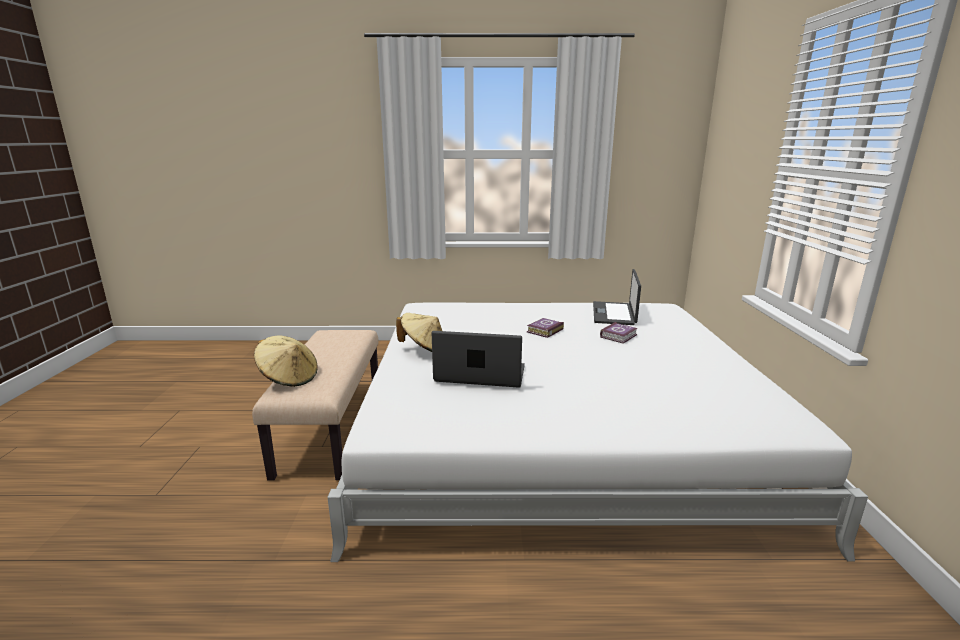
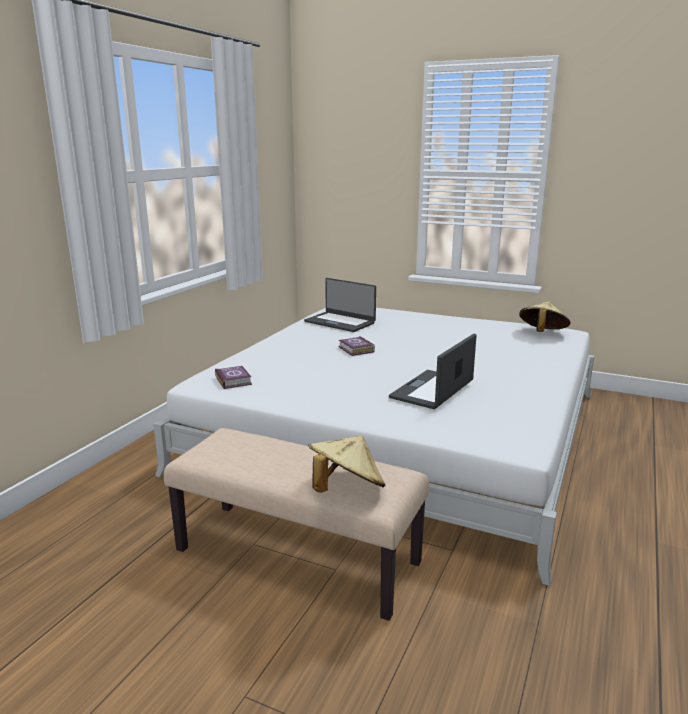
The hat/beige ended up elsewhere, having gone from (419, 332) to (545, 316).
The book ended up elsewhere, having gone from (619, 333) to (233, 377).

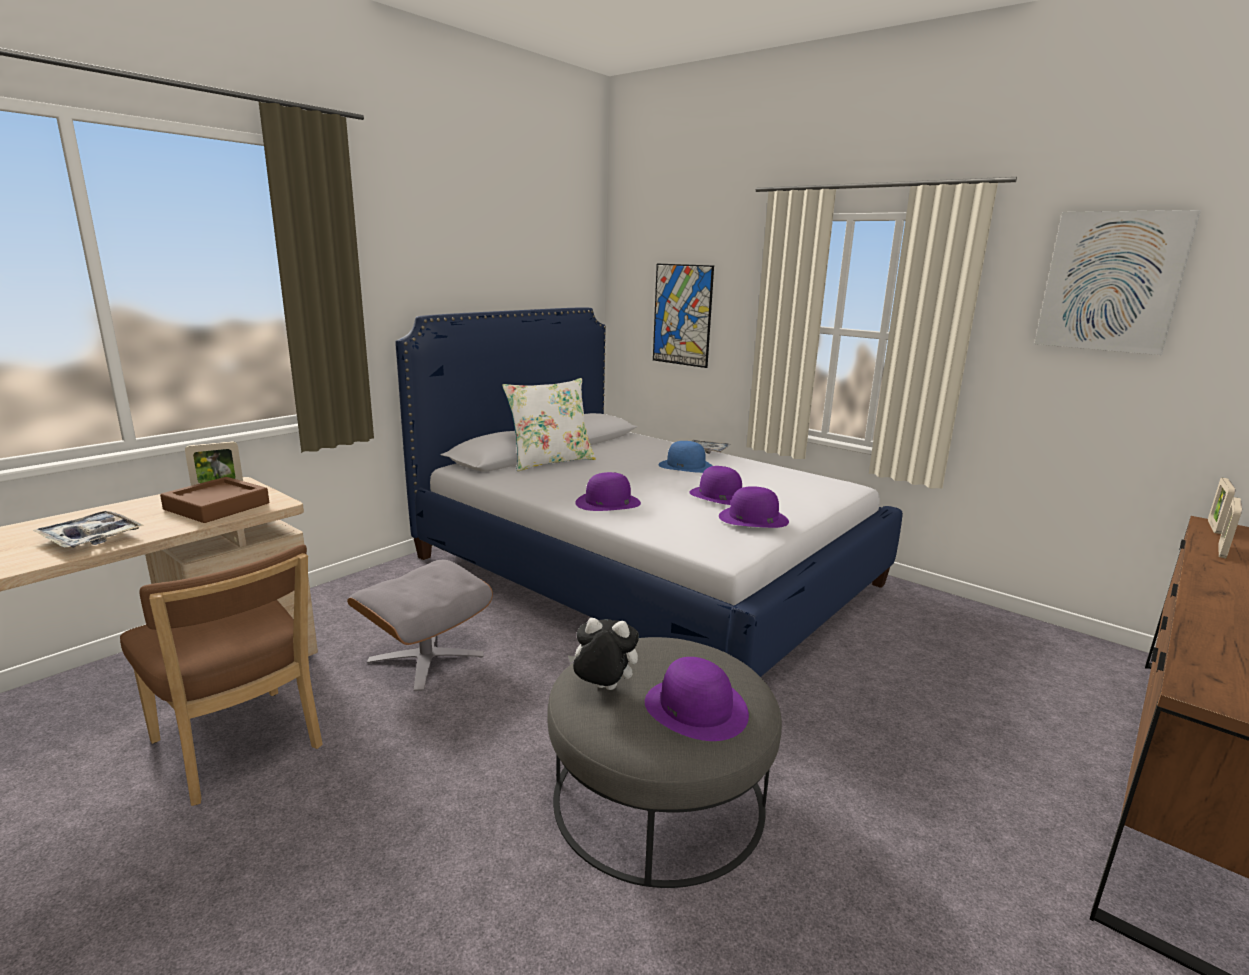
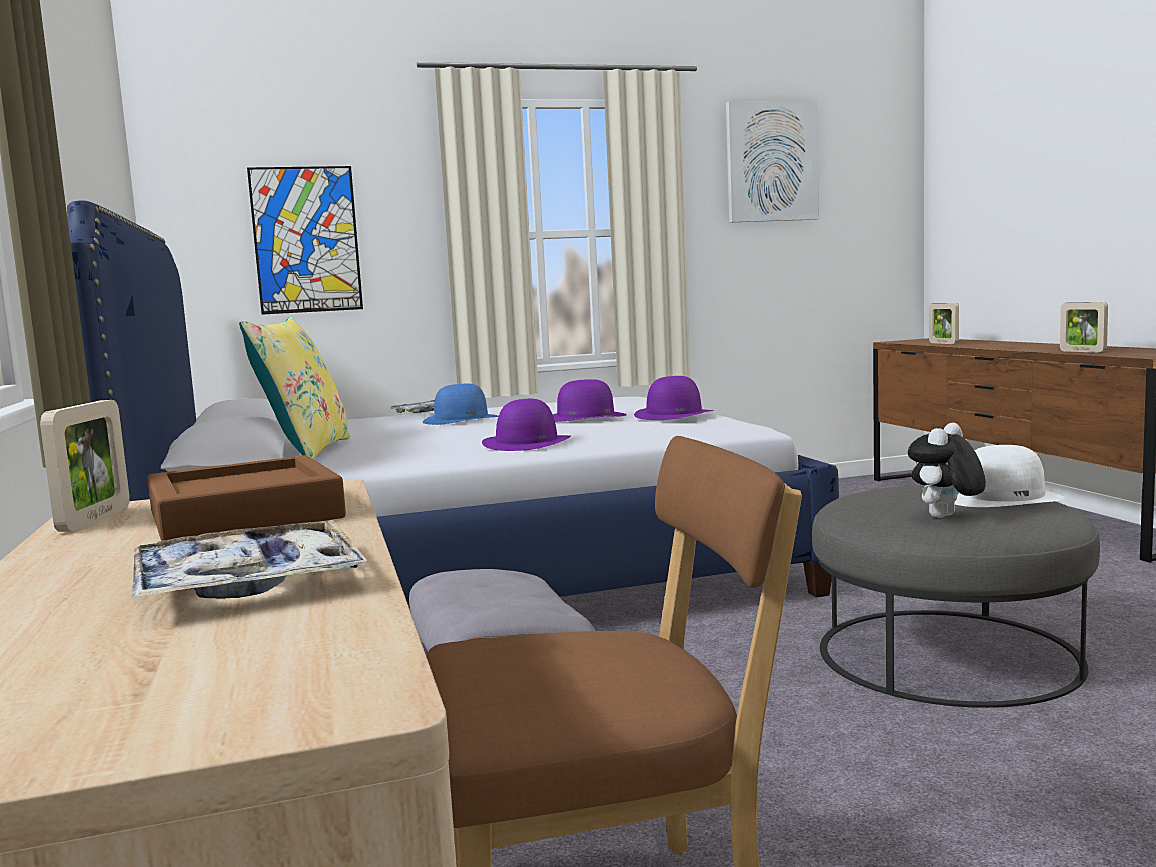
What was the pillow/white at (549, 424) turned into the pillow/yellow at (294, 388).
The picture frame ended up elsewhere, having gone from (1221, 505) to (1084, 327).
What was the hat/purple at (697, 699) turned into the hat/white at (1010, 476).

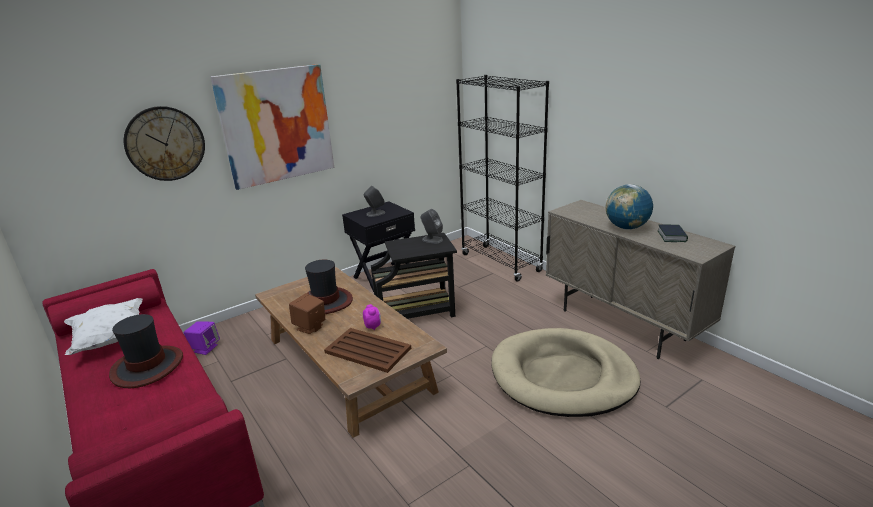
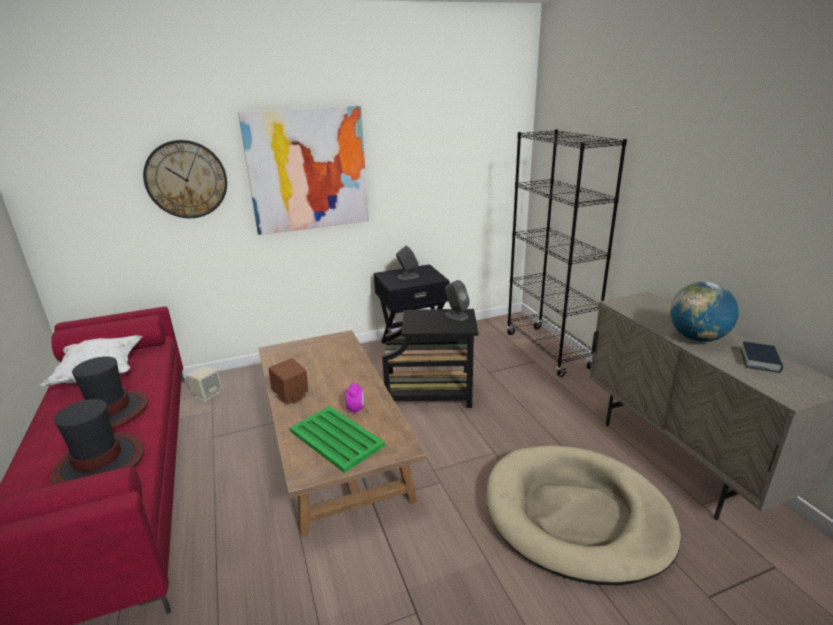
The hat ended up elsewhere, having gone from (329, 287) to (97, 441).
What was the speaker/purple at (202, 338) turned into the speaker/beige at (204, 384).
What was the tray/brown at (367, 350) turned into the tray/green at (337, 439).

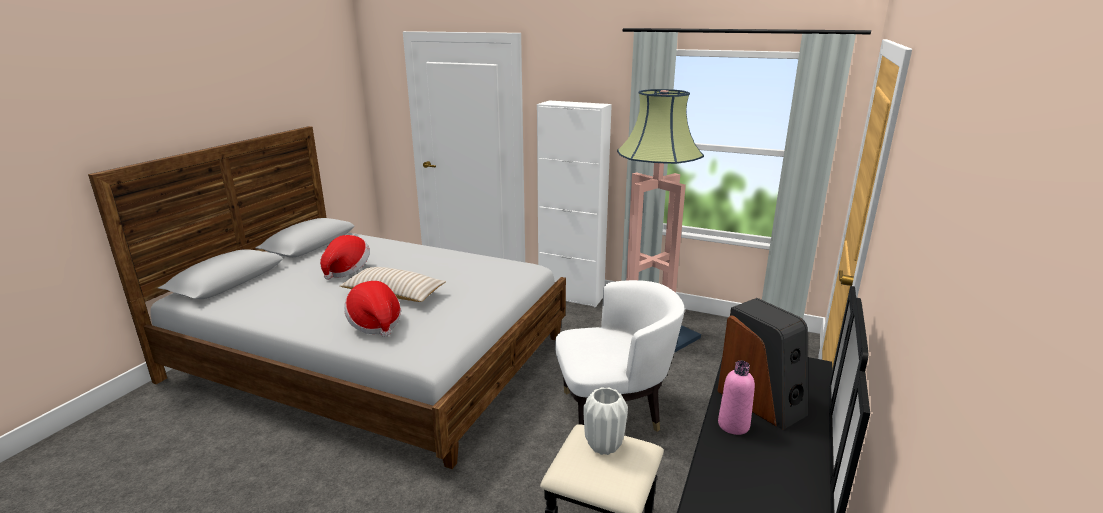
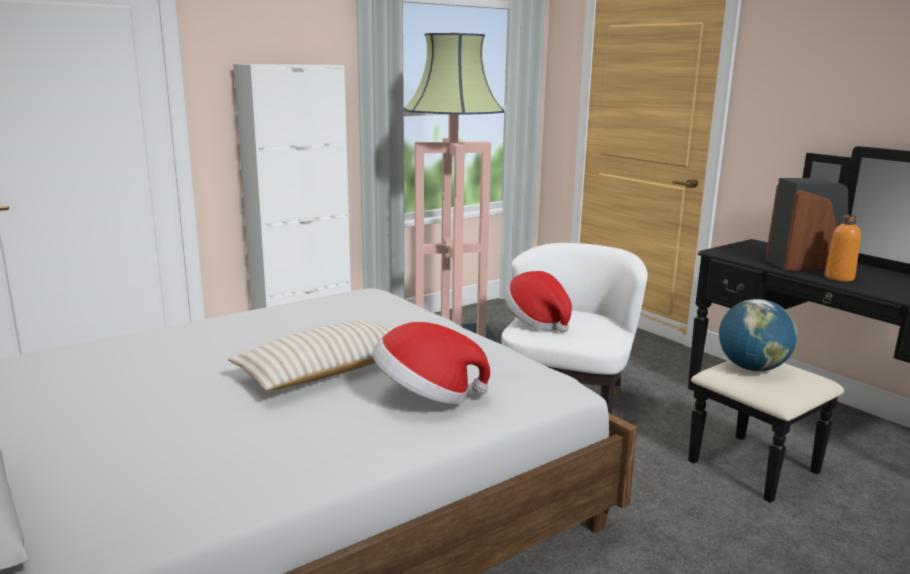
The hat ended up elsewhere, having gone from (345, 257) to (538, 302).
What was the bottle/pink at (736, 398) turned into the bottle/orange at (843, 248).
Where the vase/white stood at (606, 421), the globe came to stand at (758, 335).

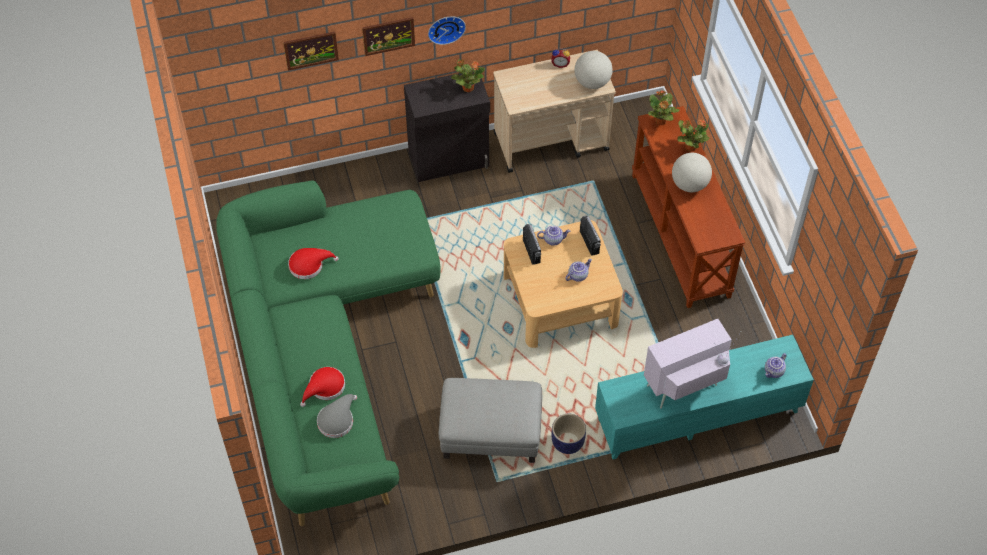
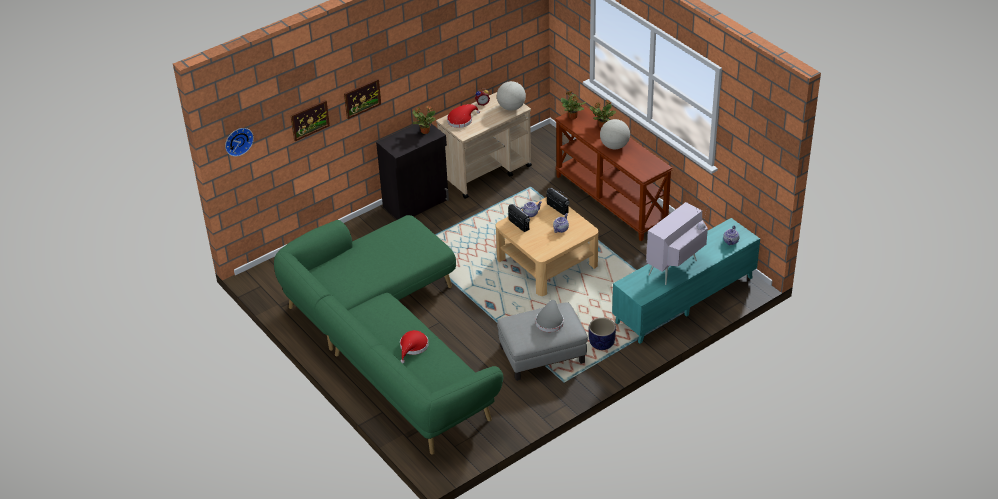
The wall clock ended up elsewhere, having gone from (447, 30) to (239, 142).
The hat/red ended up elsewhere, having gone from (313, 263) to (463, 116).
The hat/grey ended up elsewhere, having gone from (337, 416) to (550, 316).

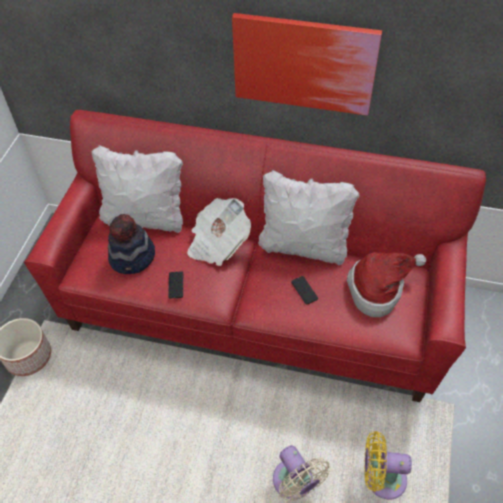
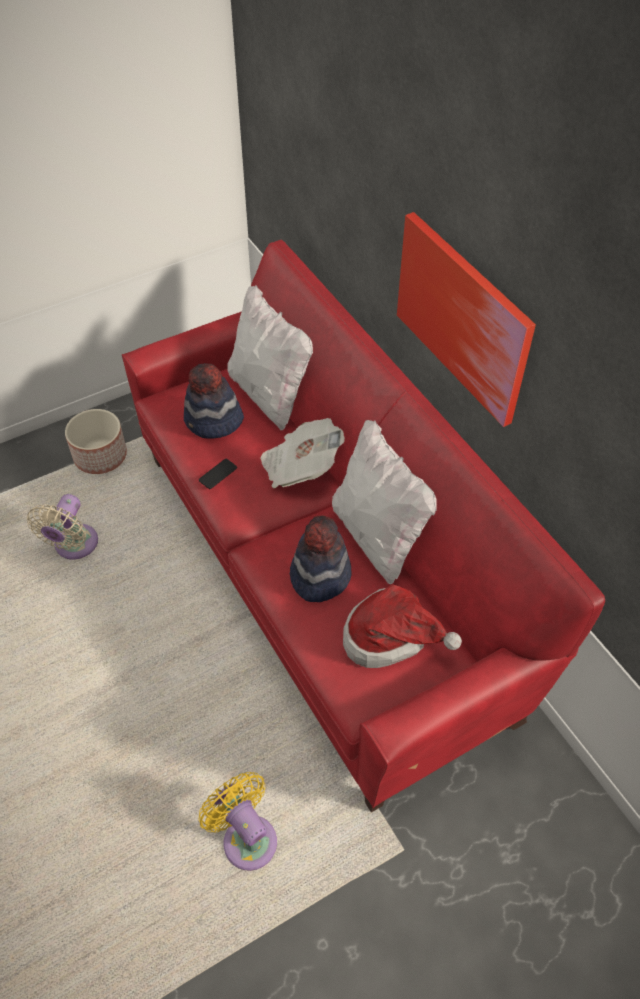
Where the phone stood at (304, 290), the hat came to stand at (321, 558).
The fan/beige ended up elsewhere, having gone from (302, 473) to (62, 527).

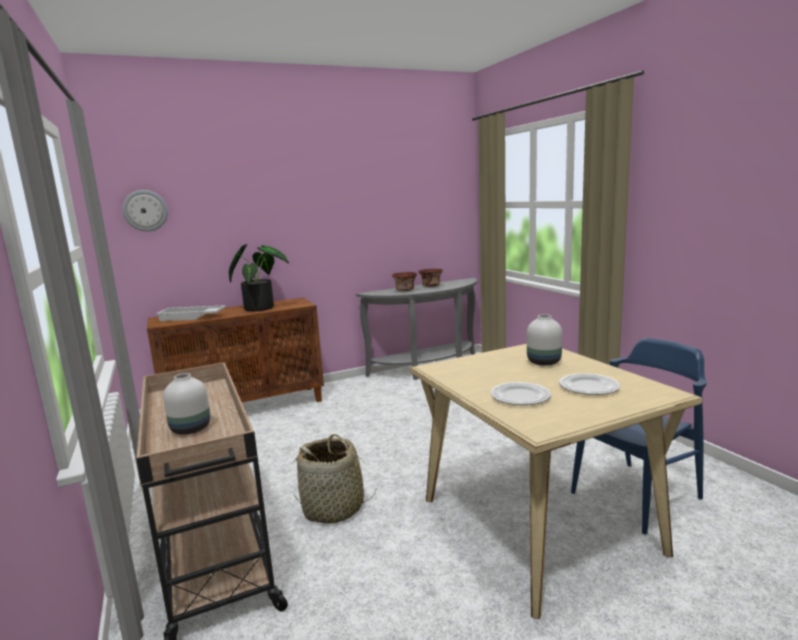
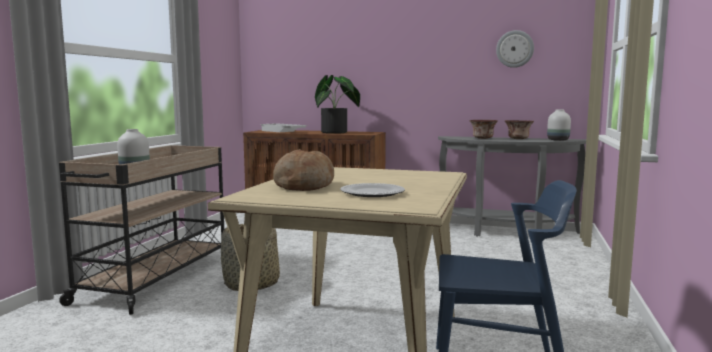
The wall clock ended up elsewhere, having gone from (145, 211) to (515, 49).
The vase/white ended up elsewhere, having gone from (544, 339) to (559, 125).
Where the plate stood at (520, 393), the bread came to stand at (303, 170).

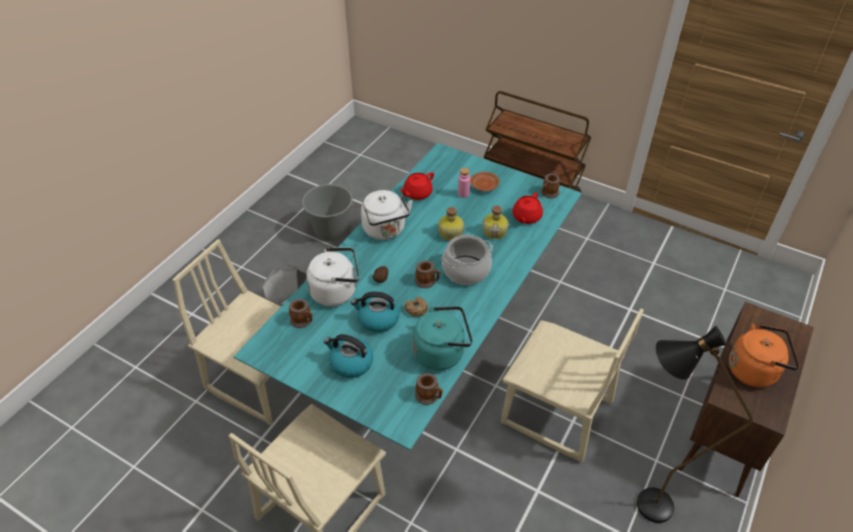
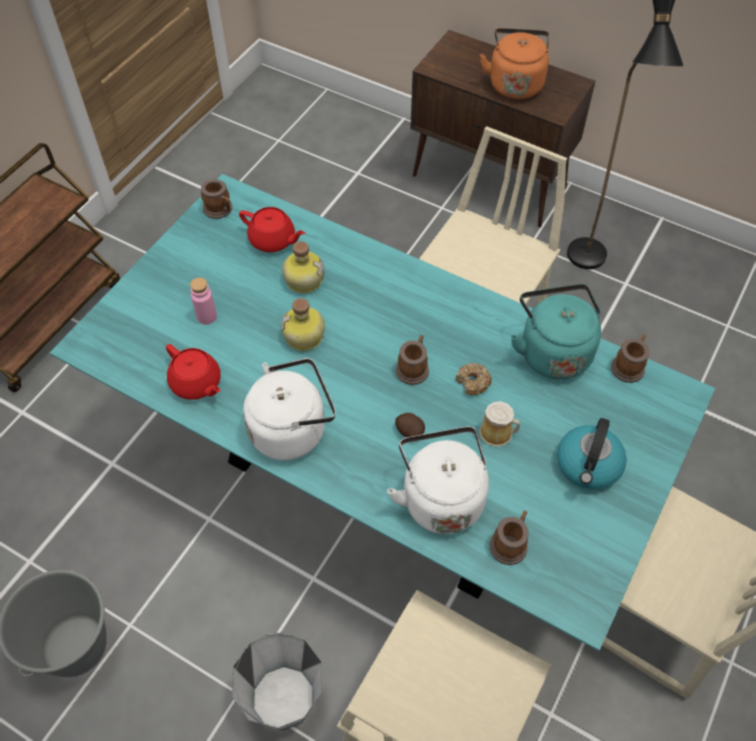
The second view lost the plate/brown at (484, 181).
The second view lost the cooking pot at (467, 260).
Where the kettle stood at (375, 311), the mug came to stand at (499, 424).

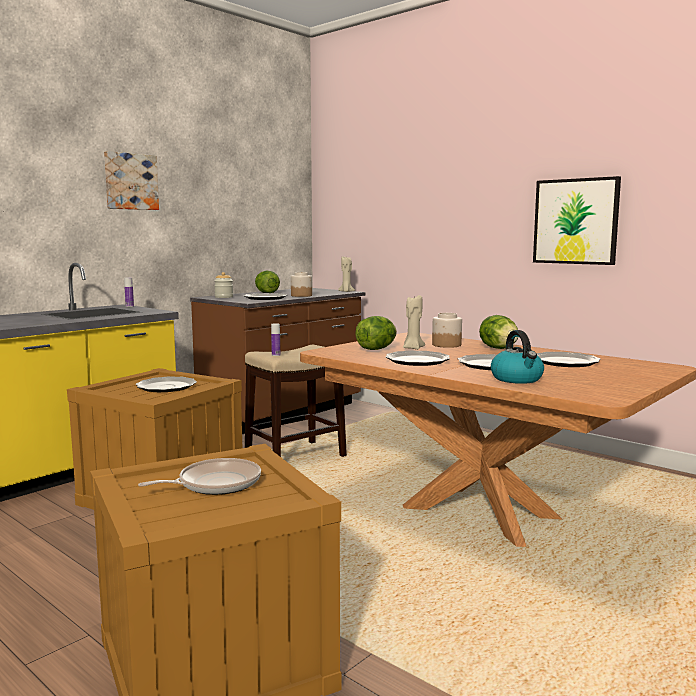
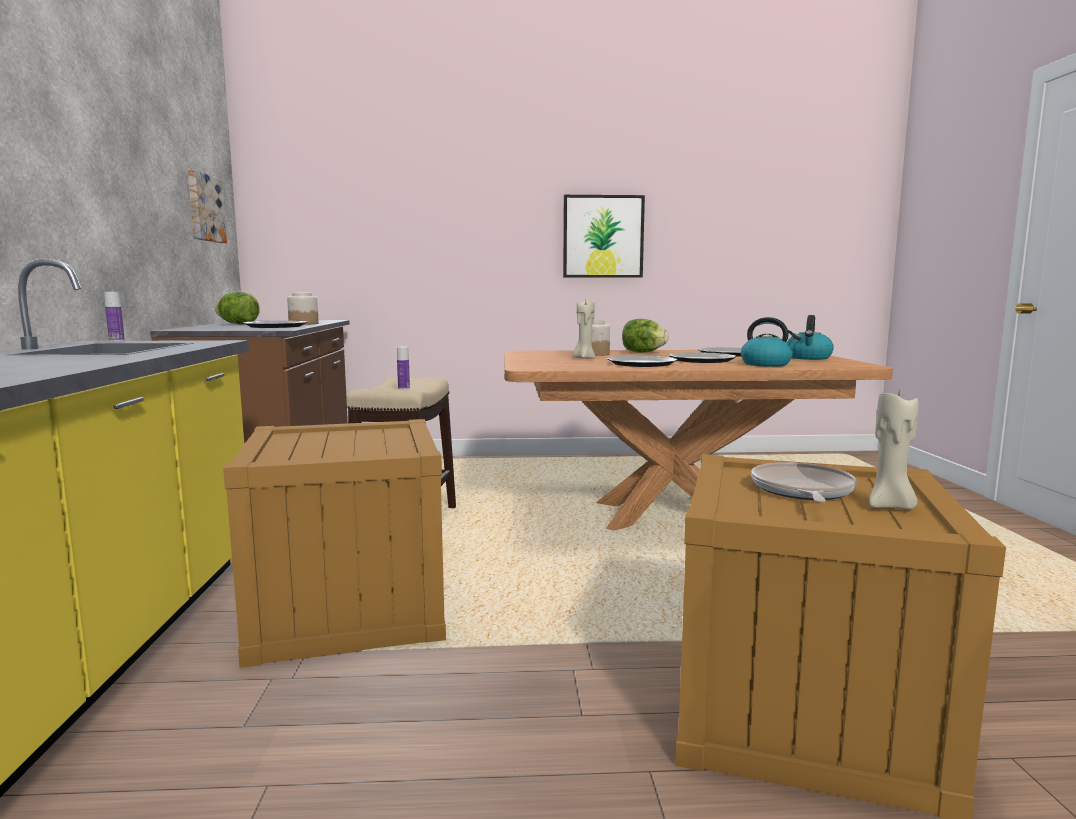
The picture ended up elsewhere, having gone from (131, 180) to (207, 206).
The candle/beige ended up elsewhere, having gone from (346, 274) to (894, 448).
The second view lost the jar at (223, 285).
The second view lost the lettuce at (376, 333).
The second view lost the plate at (166, 384).
The second view gained the kettle at (810, 337).

